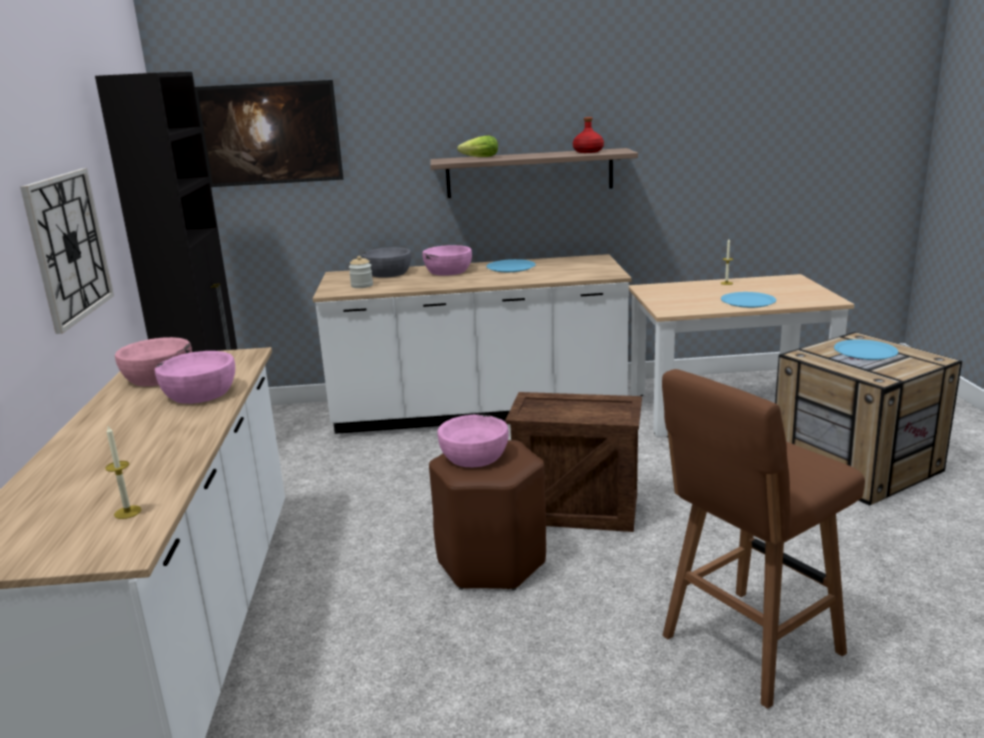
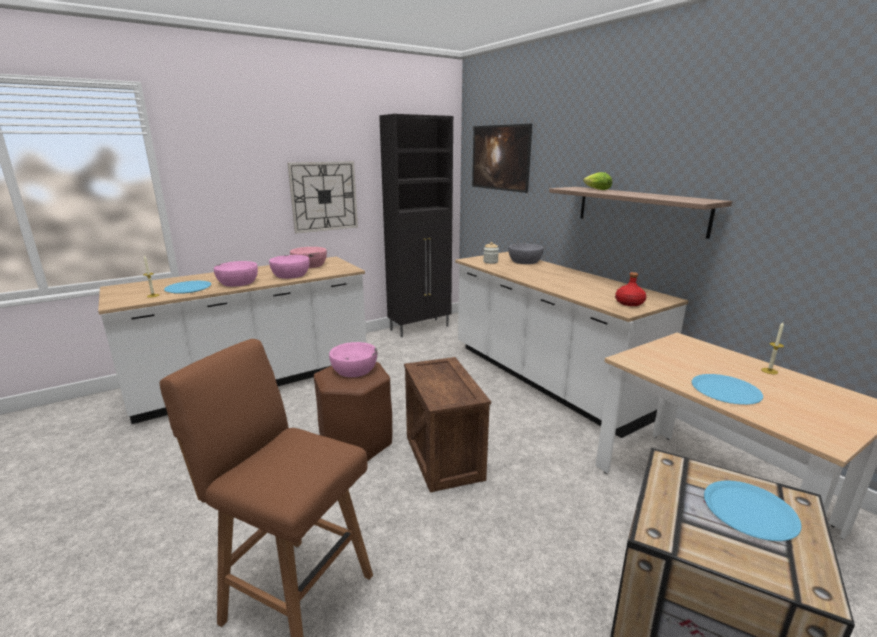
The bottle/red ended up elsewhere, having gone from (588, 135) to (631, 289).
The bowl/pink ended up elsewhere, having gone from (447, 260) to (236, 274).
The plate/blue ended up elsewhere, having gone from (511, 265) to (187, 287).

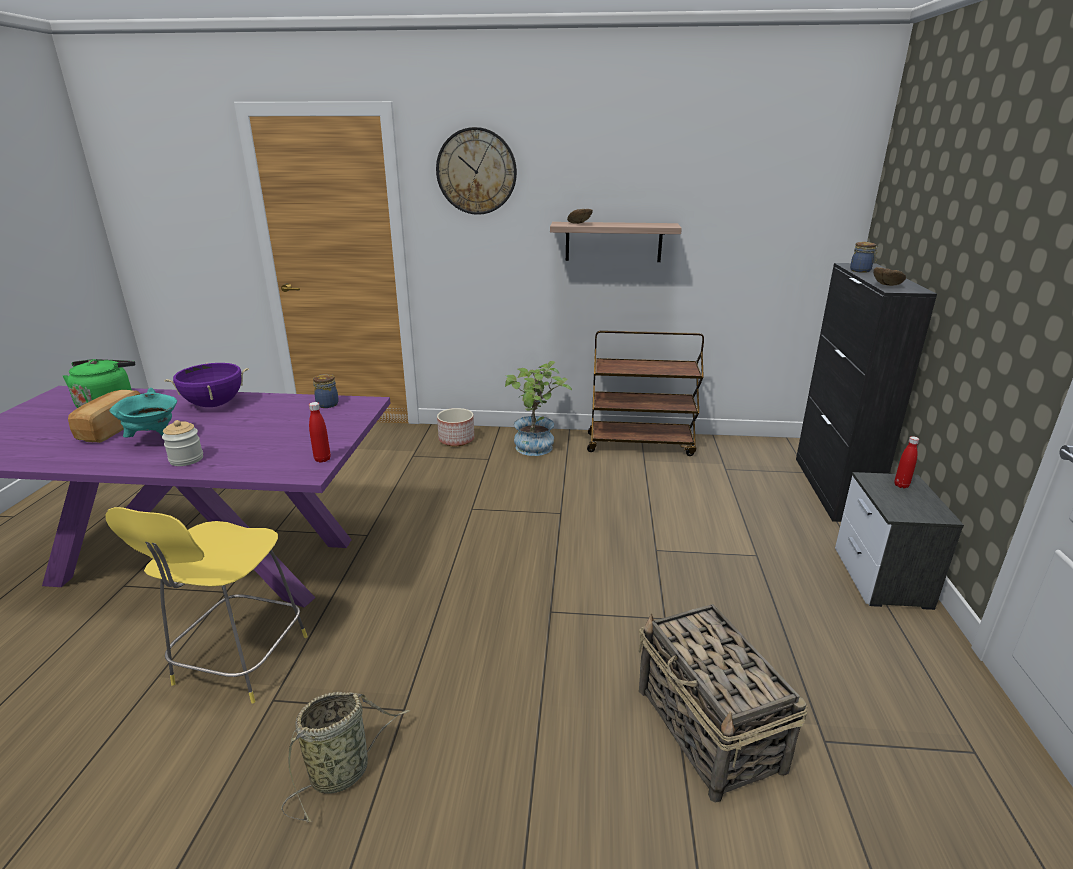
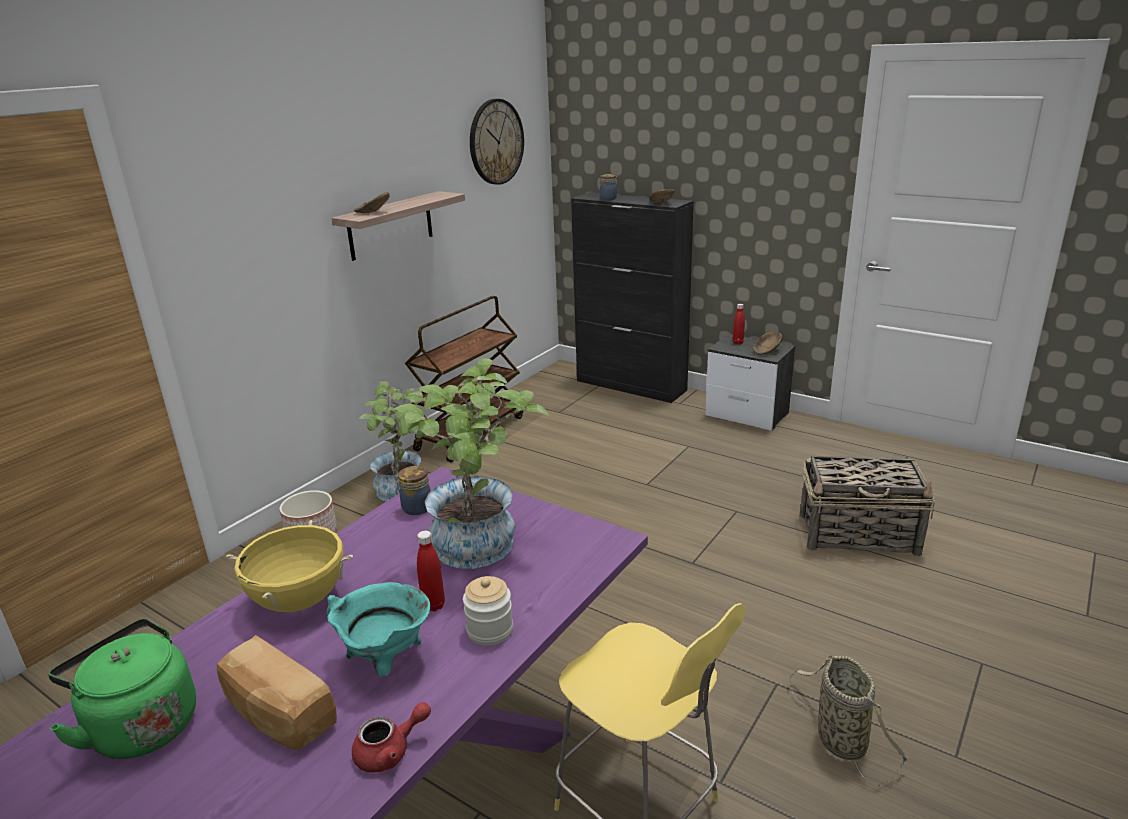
The wall clock ended up elsewhere, having gone from (476, 171) to (497, 142).
What was the cooking pot/purple at (206, 385) turned into the cooking pot/yellow at (289, 566).
The bottle/red ended up elsewhere, having gone from (320, 432) to (431, 571).
The second view gained the bowl/brown at (767, 343).
The second view gained the potted plant at (471, 463).
The second view gained the teapot/red at (391, 737).

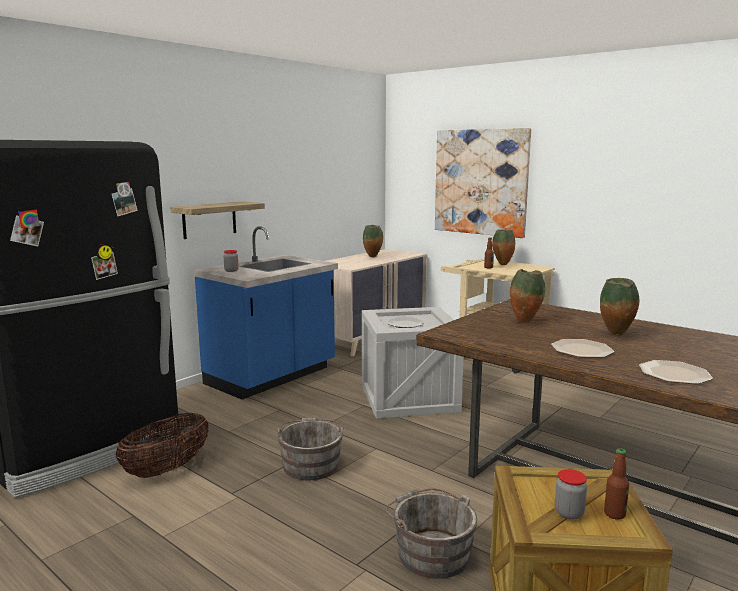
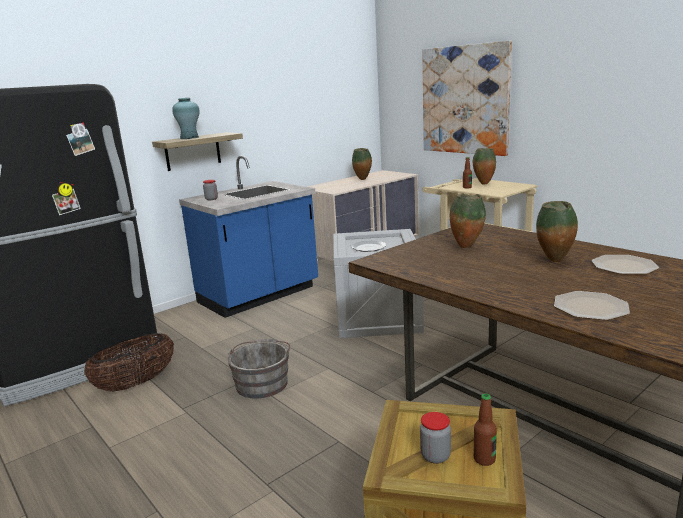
The plate ended up elsewhere, having gone from (582, 348) to (625, 264).
The second view lost the bucket/grey at (431, 533).
The second view gained the vase/turquoise at (186, 118).

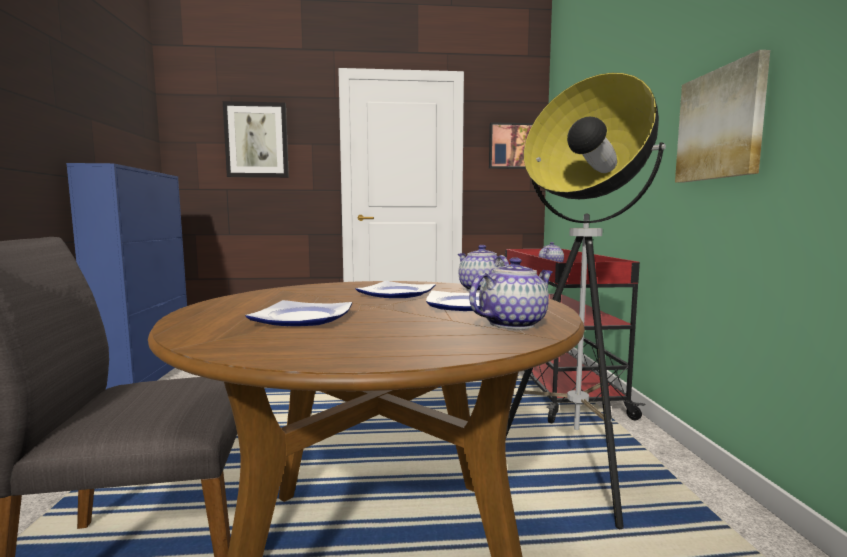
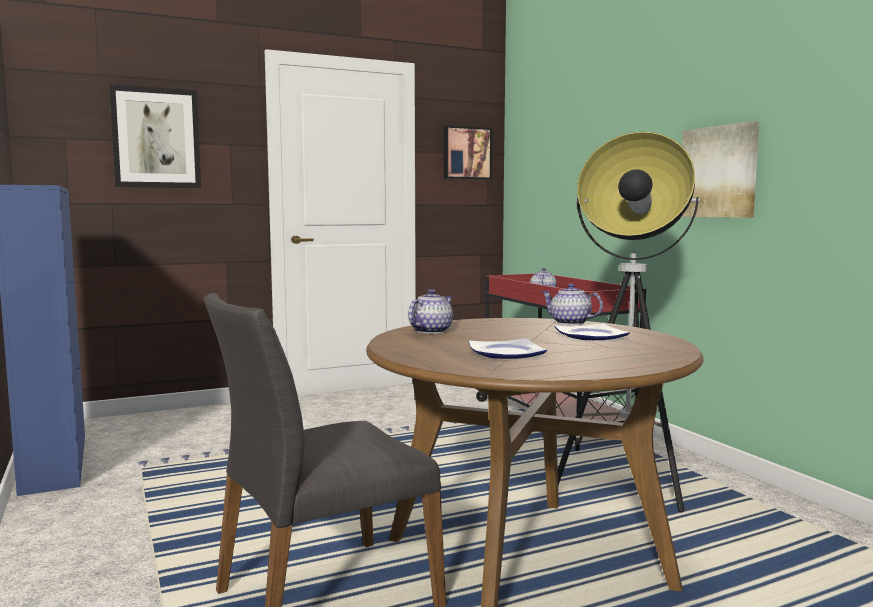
The teapot ended up elsewhere, having gone from (511, 293) to (430, 311).
The second view lost the plate at (395, 289).

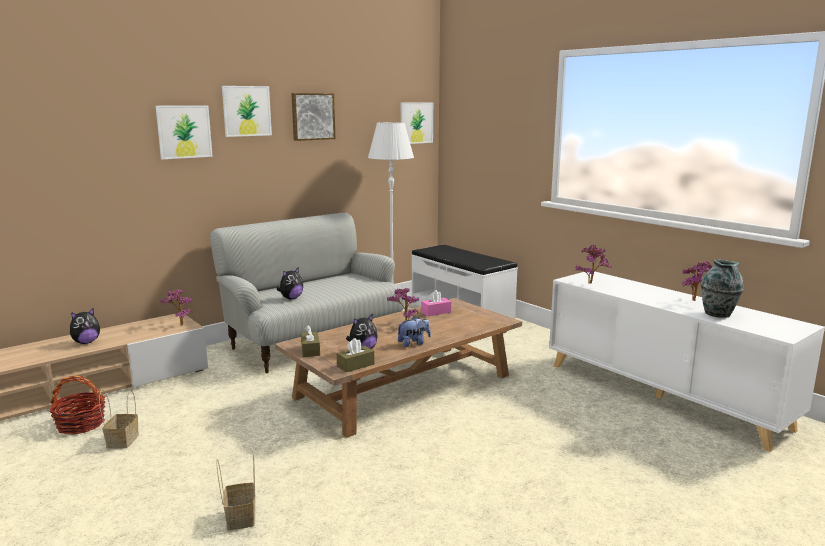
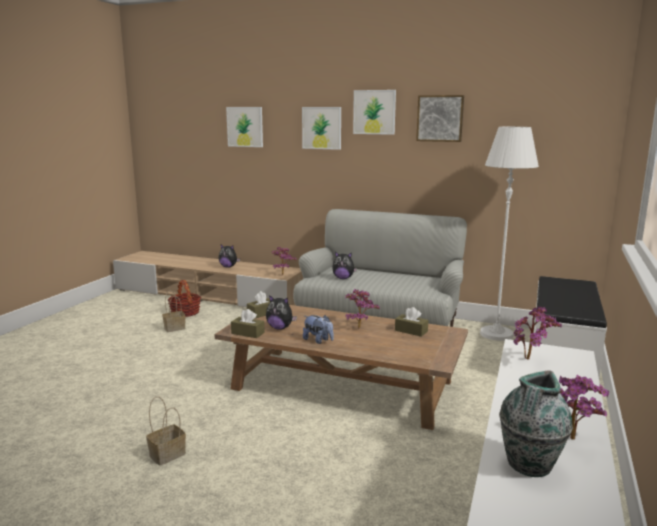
The picture ended up elsewhere, having gone from (417, 123) to (244, 127).
What was the tissue box/pink at (436, 303) turned into the tissue box/brown at (411, 322).
The basket ended up elsewhere, having gone from (235, 492) to (166, 430).

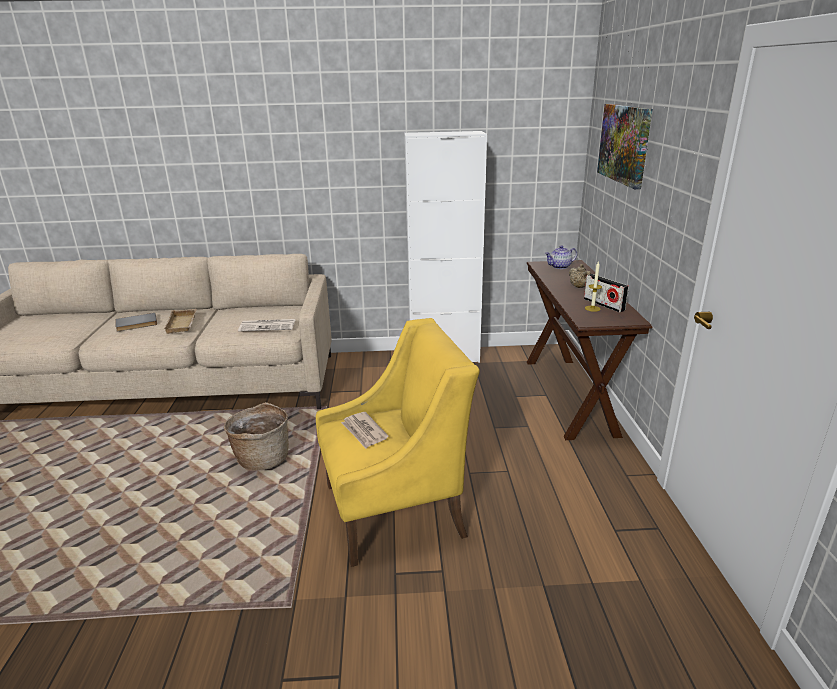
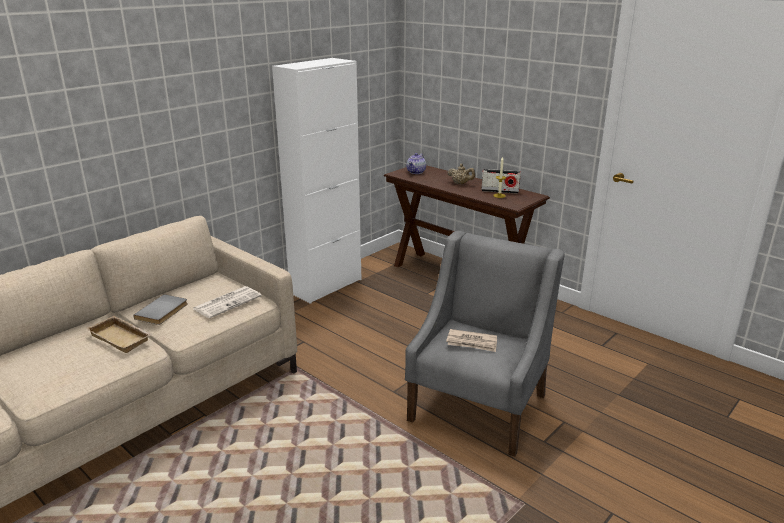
The second view lost the picture at (624, 146).
The book/grey ended up elsewhere, having gone from (136, 322) to (160, 309).
What was the armchair/yellow at (398, 442) turned into the armchair/grey at (485, 343).
The second view lost the basket at (256, 436).

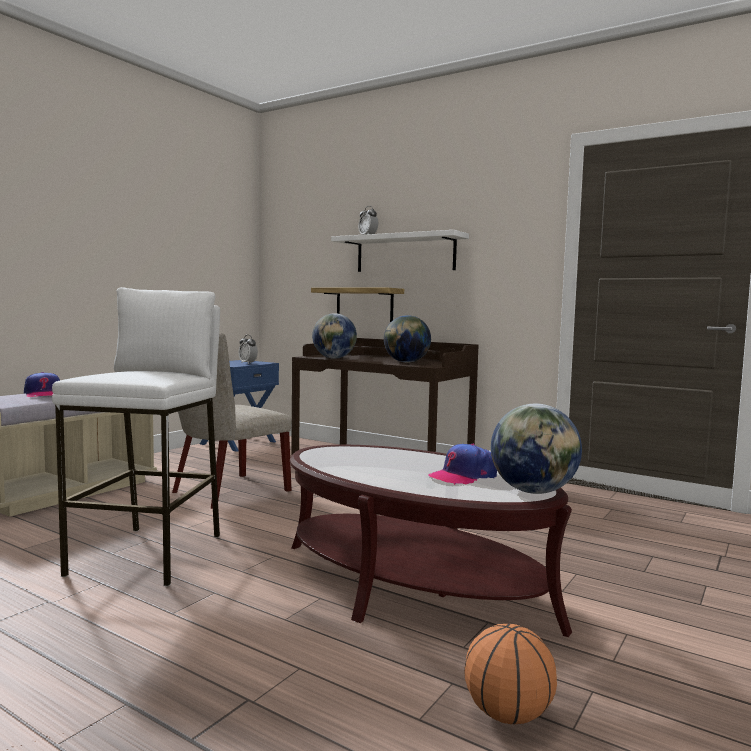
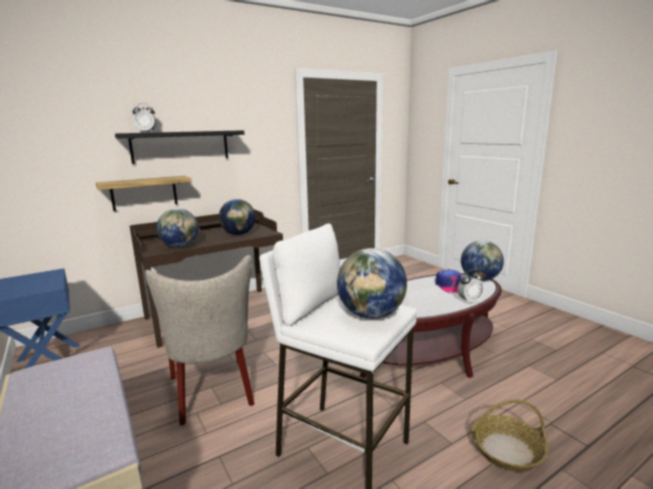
What was the shelf/white at (400, 251) turned into the shelf/black at (180, 147).
The alarm clock ended up elsewhere, having gone from (248, 349) to (470, 287).
The second view lost the cap at (42, 384).
The second view lost the basketball at (510, 674).
The second view gained the globe at (372, 283).
The second view gained the basket at (510, 436).

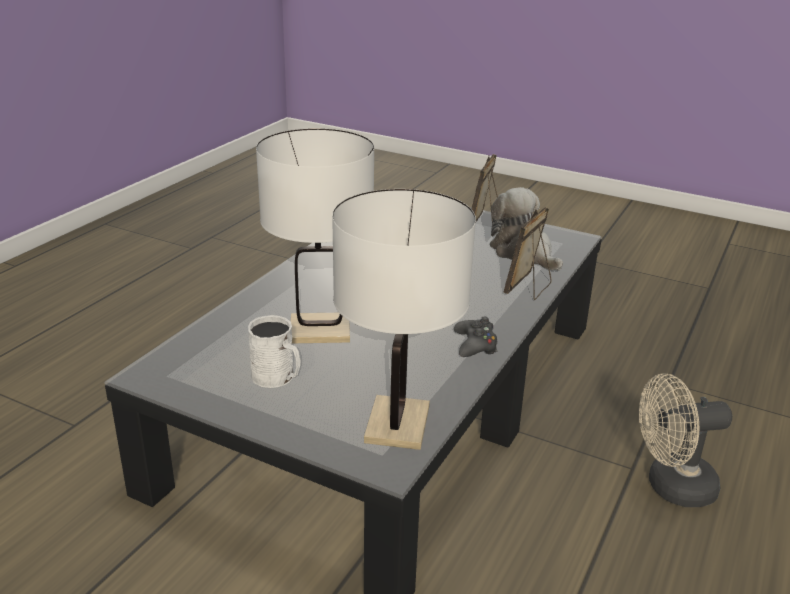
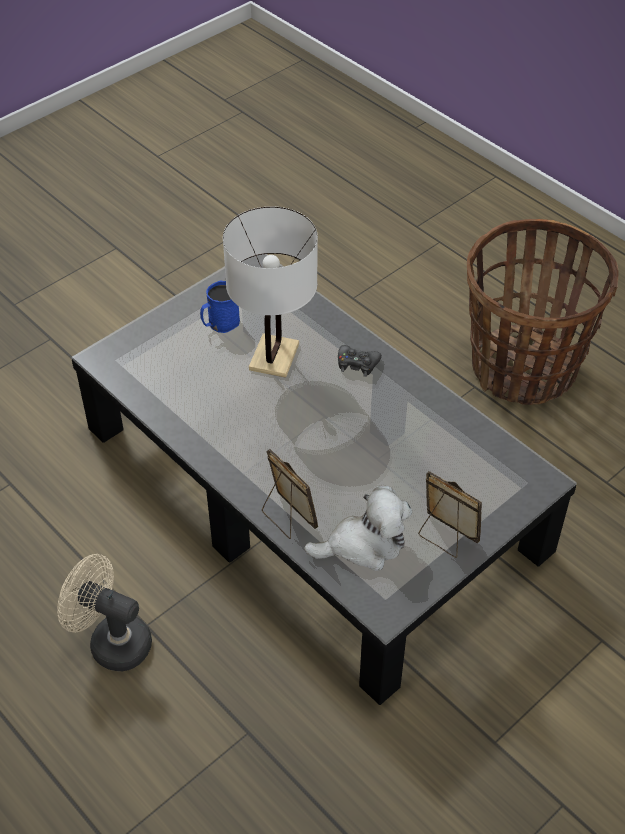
The second view lost the table lamp/white at (404, 319).
What was the mug/white at (274, 351) turned into the mug/blue at (220, 307).
The game controller/black ended up elsewhere, having gone from (476, 336) to (360, 361).
The fan/beige at (685, 440) ended up facing another way, 75 degrees counterclockwise from before.
The second view gained the basket at (543, 312).

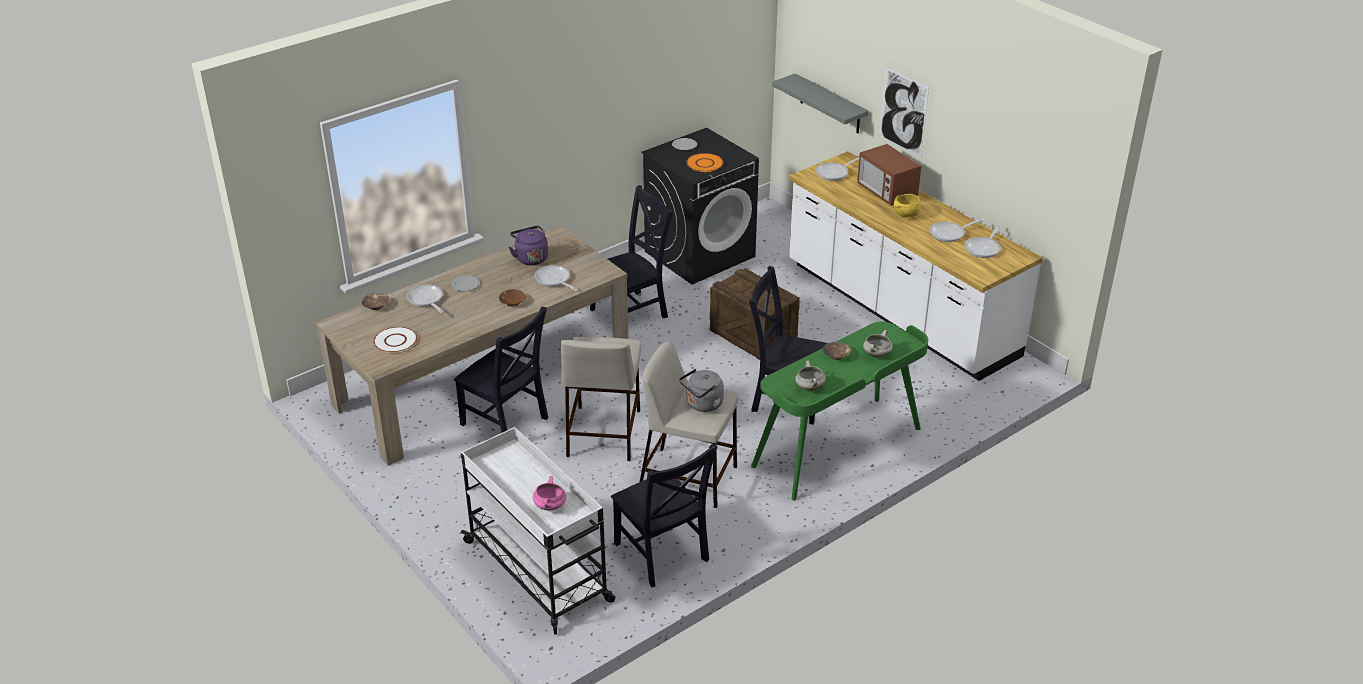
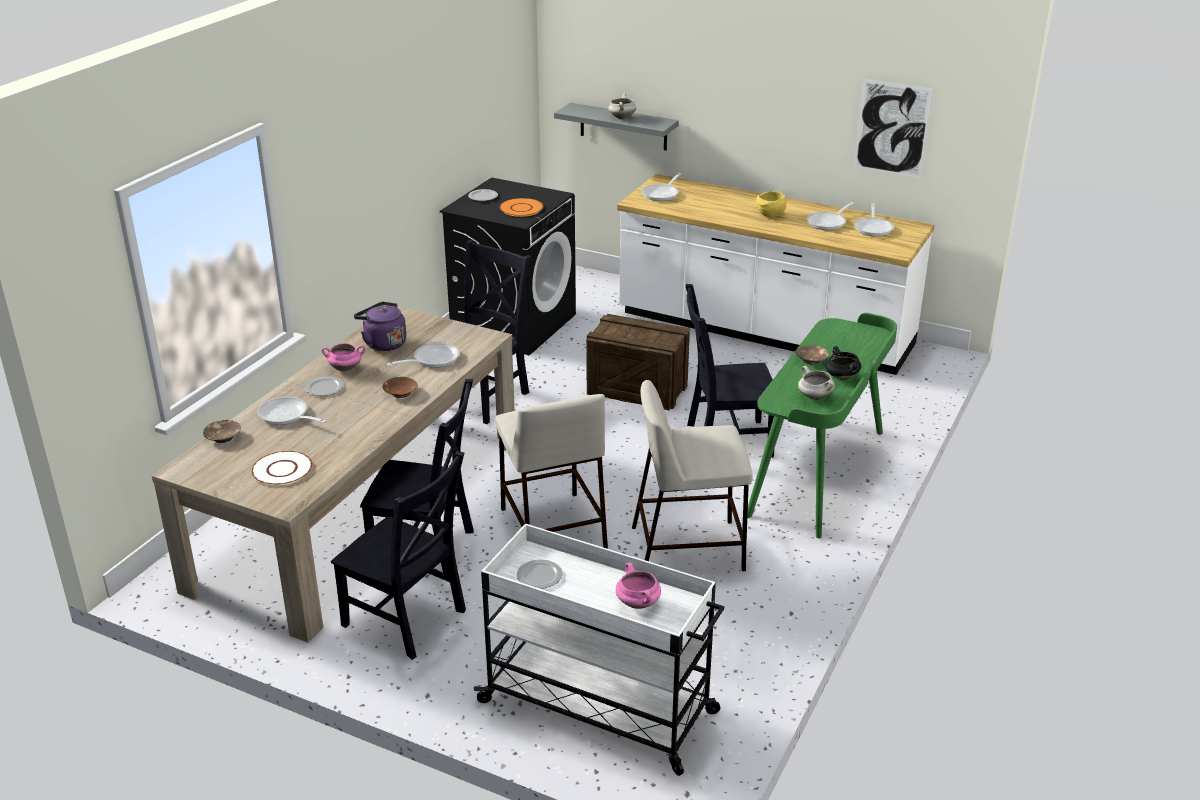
The picture ended up elsewhere, having gone from (904, 112) to (893, 128).
The second view lost the microwave at (889, 175).
The frying pan at (556, 278) ended up facing another way, 120 degrees clockwise from before.
The cooking pot/white ended up elsewhere, having gone from (878, 344) to (622, 106).
The second view lost the kettle/grey at (701, 390).
The chair/black ended up elsewhere, having gone from (664, 515) to (398, 555).
The second view gained the cooking pot/pink at (343, 357).
The second view gained the cooking pot/black at (843, 363).
The second view gained the plate at (540, 574).

